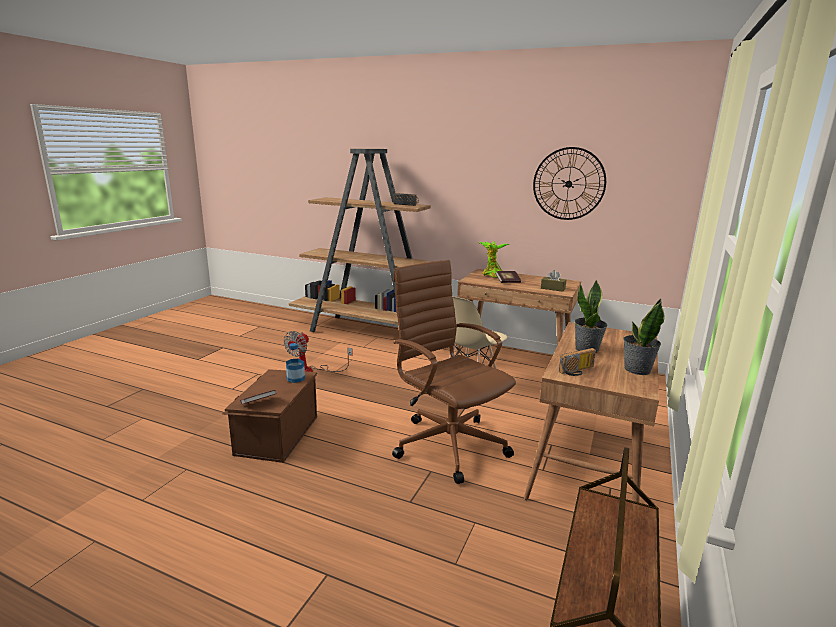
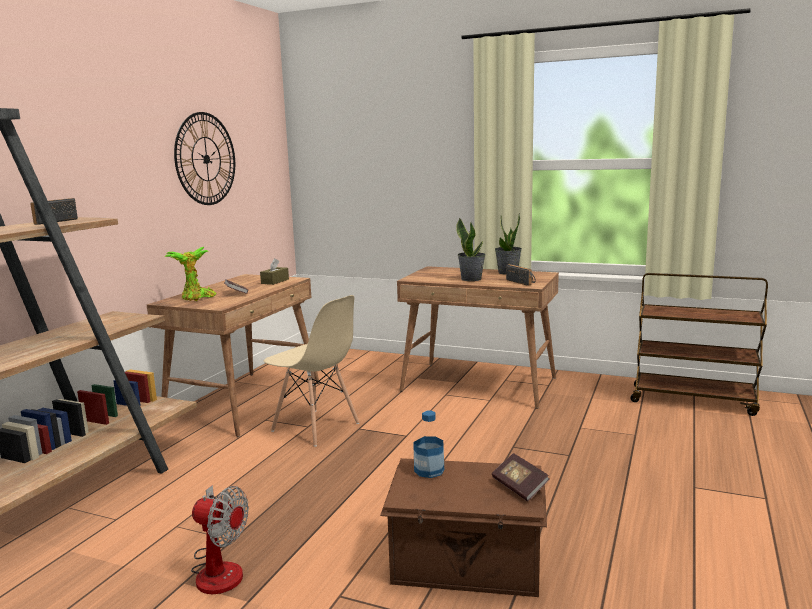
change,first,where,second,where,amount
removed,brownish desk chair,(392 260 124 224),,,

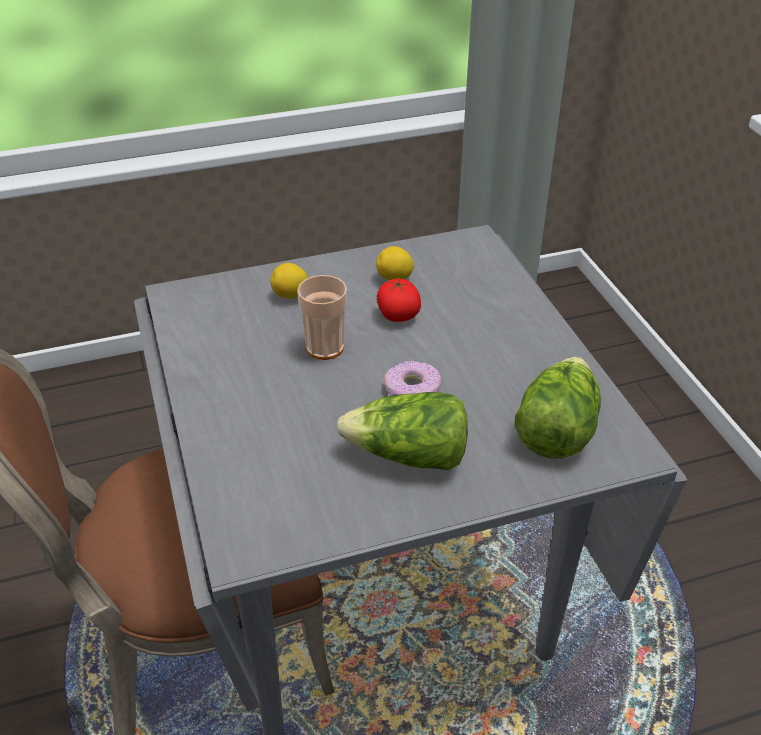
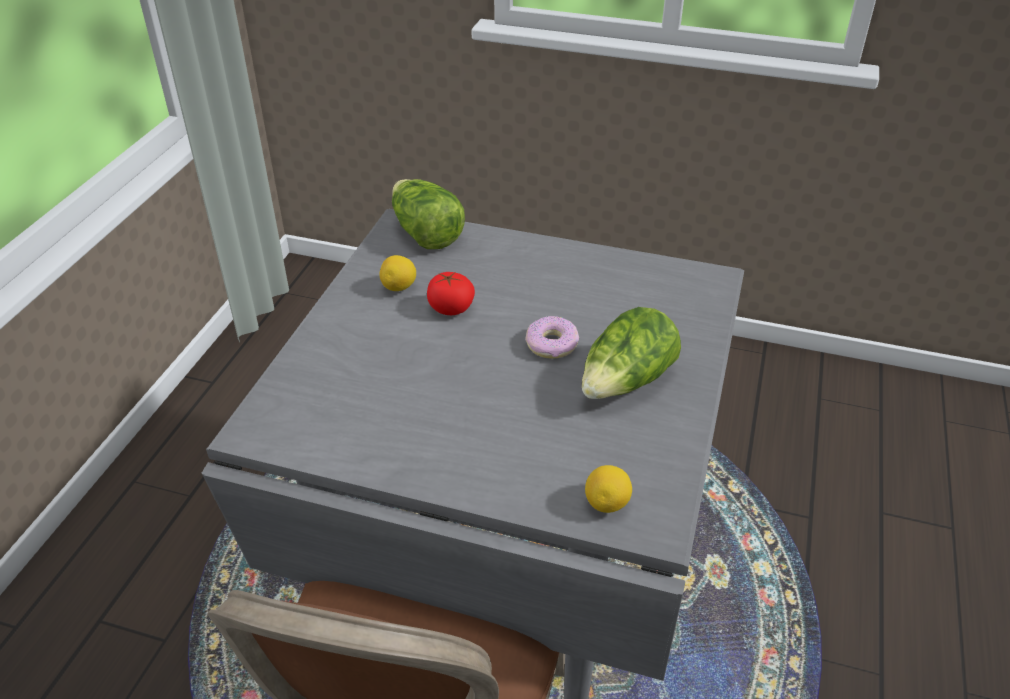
change,first,where,second,where,amount
moved,whole lemon,(270 263 38 36),,(585 465 47 48),
removed,cup,(297 275 50 85),,,
moved,lettuce,(514 357 87 102),,(392 179 73 70),

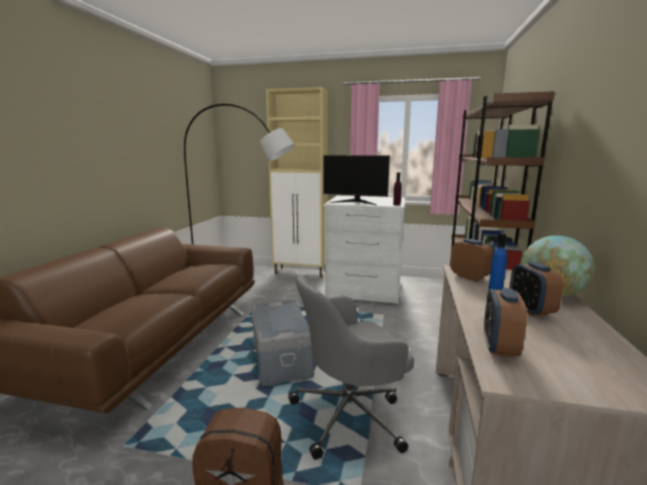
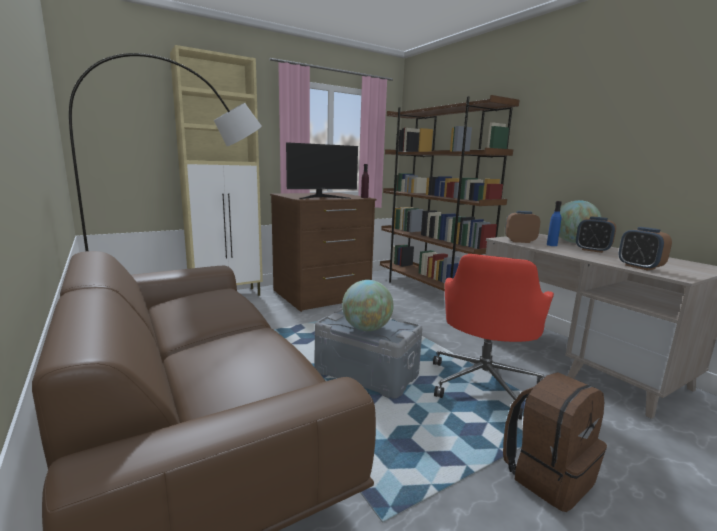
change,first,where,second,where,amount
recoloured,greyish desk chair,(288 274 126 186),red-coloured desk chair,(433 254 121 166),
recoloured,whitish chest of drawers,(323 196 82 108),brownish chest of drawers,(270 193 107 119),
added,,,globe,(342 280 52 51),

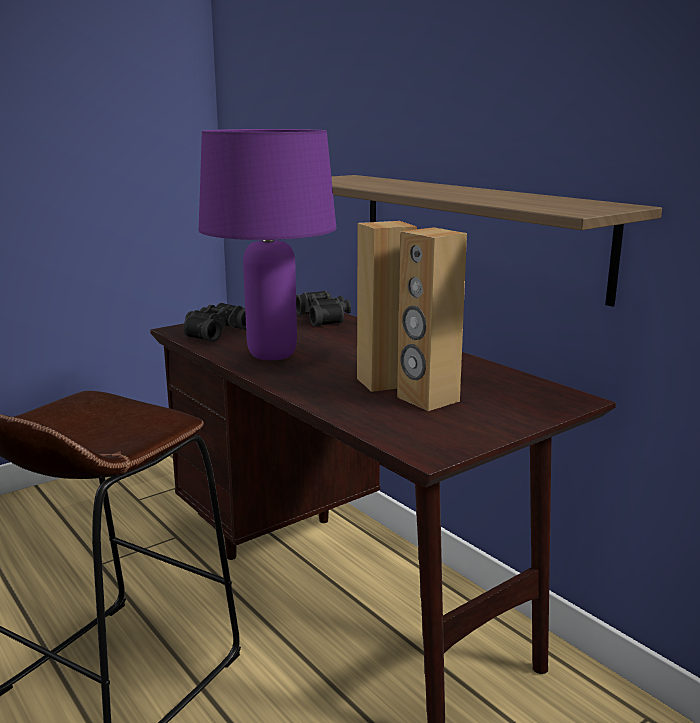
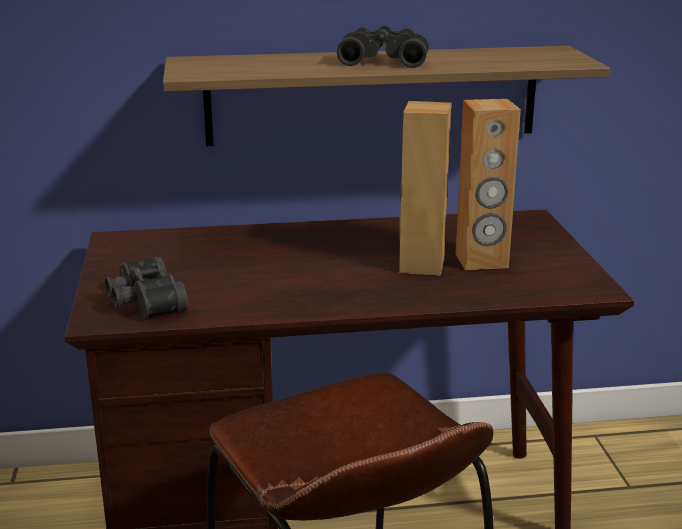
change,first,where,second,where,amount
removed,purple-coloured tabletop lamp,(198 129 139 231),,,
moved,black field glasses,(296 291 55 35),,(337 25 92 43),

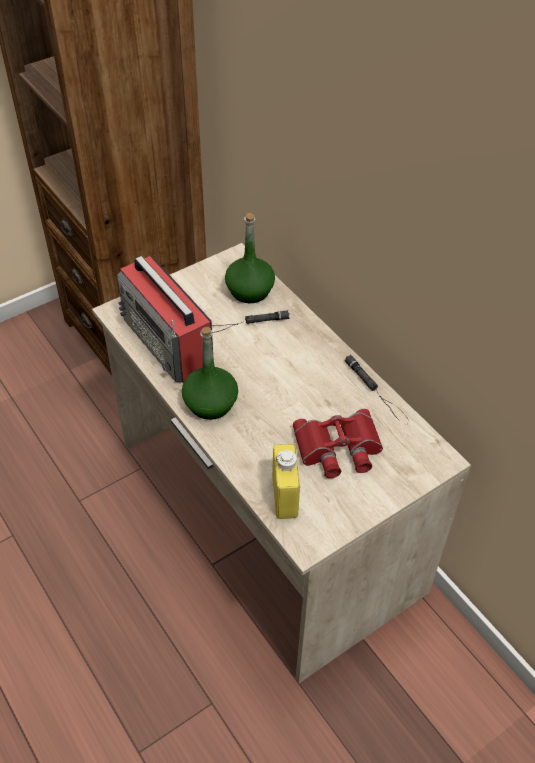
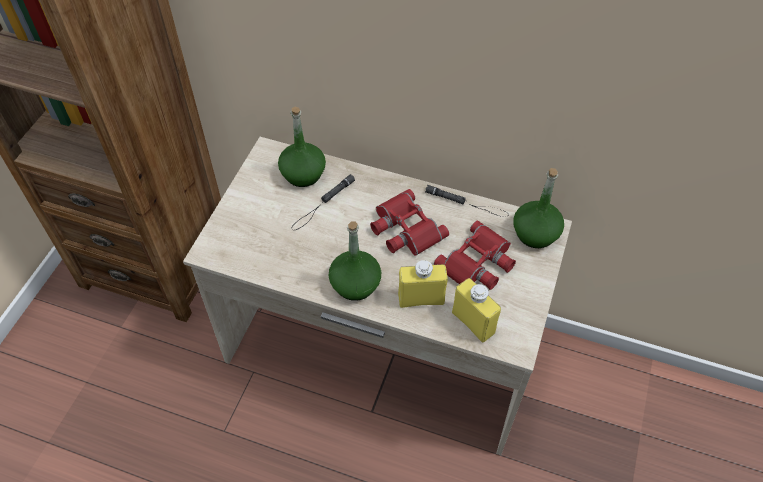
change,first,where,second,where,amount
removed,radio receiver,(117 256 96 127),,,
added,,,red-coloured field glasses,(370 189 79 67),
added,,,yellow beverage bottle,(398 260 50 48),
added,,,green-coloured beverage bottle,(513 168 51 80),

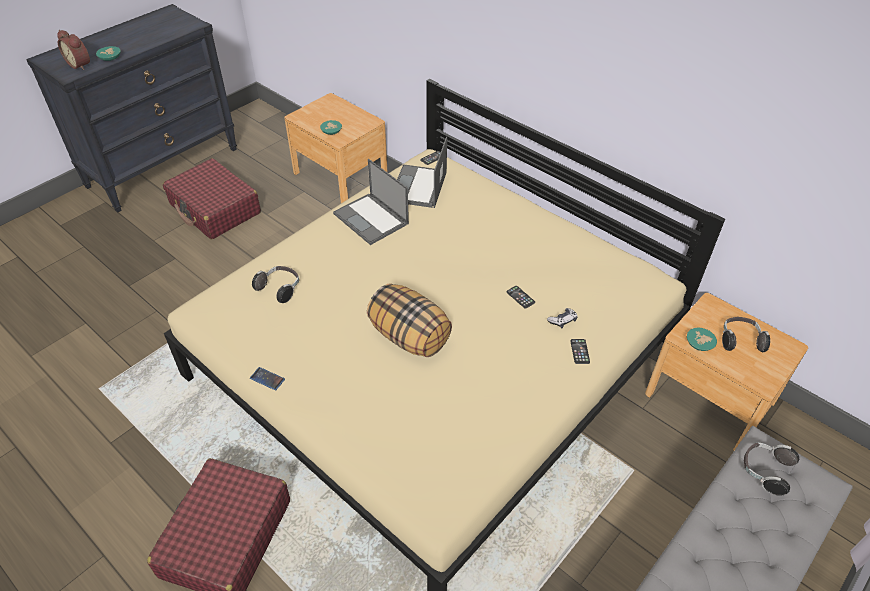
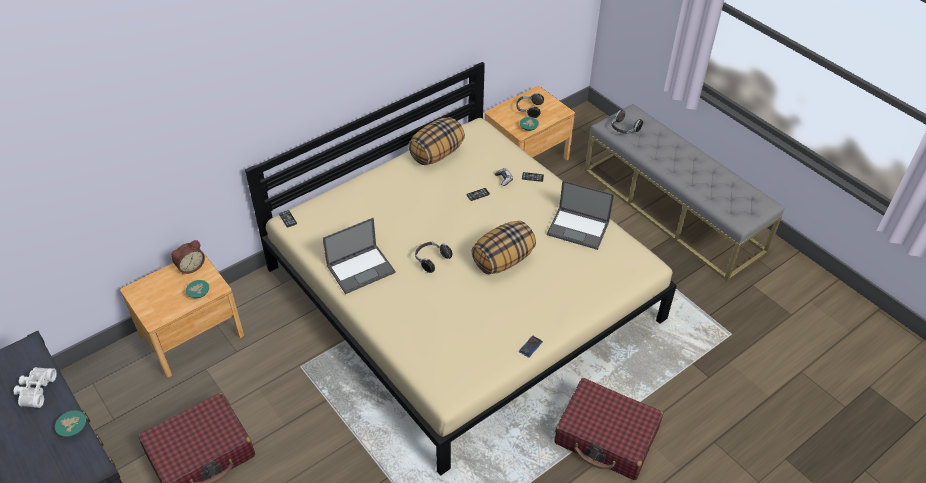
change,first,where,second,where,amount
moved,bedside clock,(57 30 33 40),,(171 240 34 34),
moved,headset,(252 266 47 37),,(415 242 37 31),
moved,notebook computer,(397 137 50 71),,(547 180 67 70),
added,,,whitish field glasses,(14 367 43 41),
added,,,pillow,(408 117 57 48),

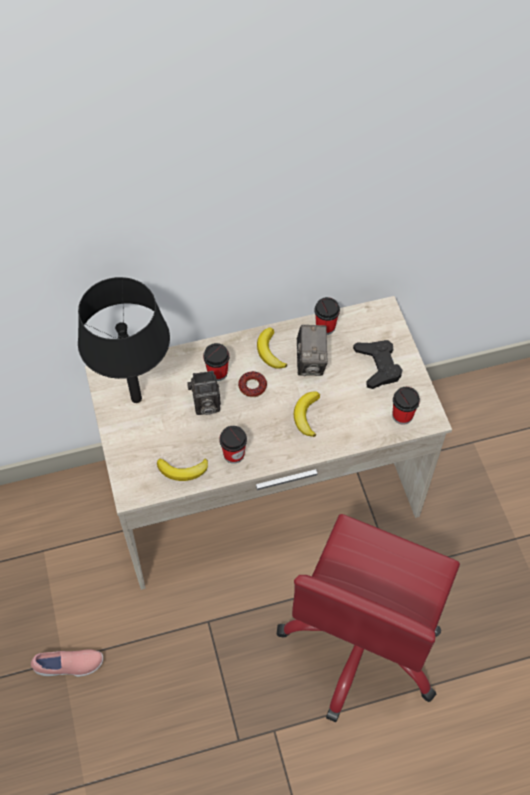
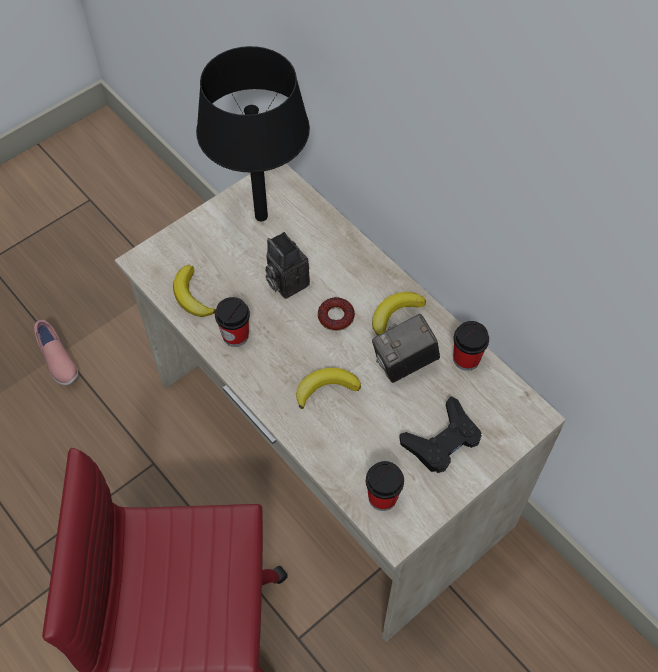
change,first,where,second,where,amount
removed,cup,(203 343 26 38),,,

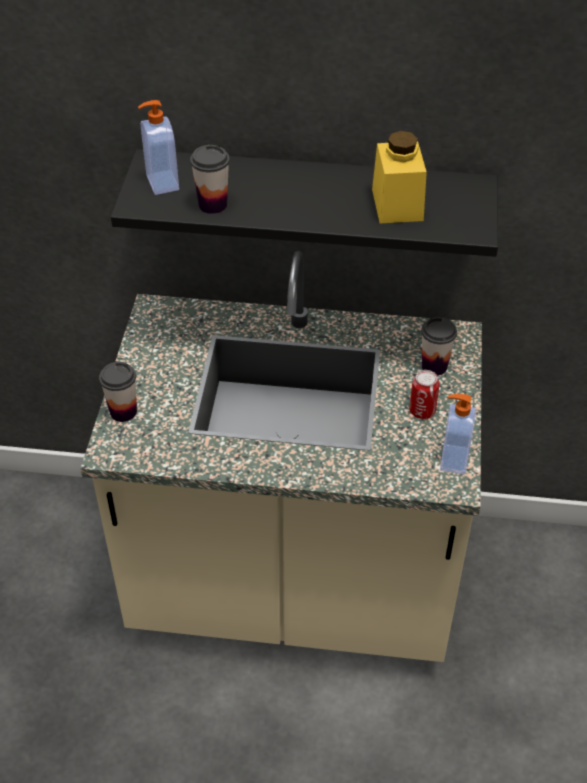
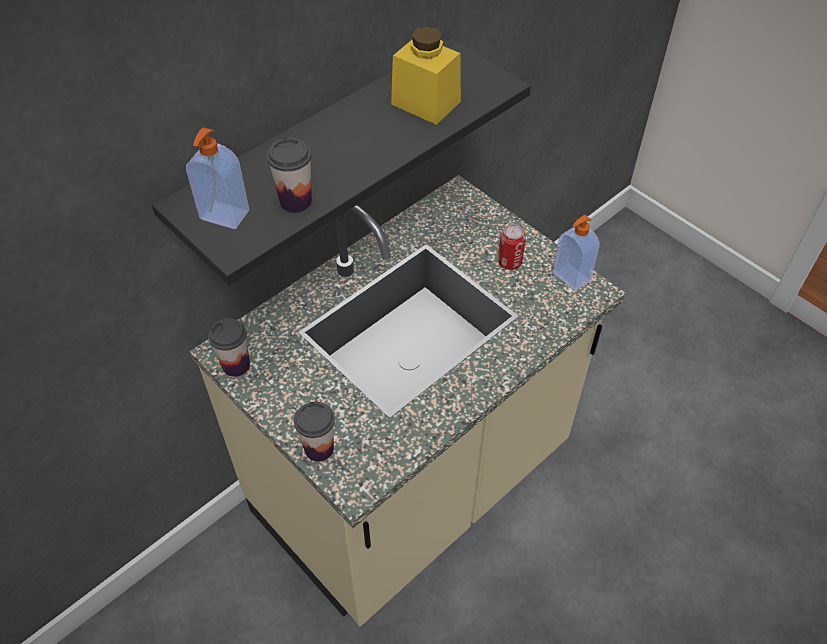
change,first,where,second,where,amount
moved,cup,(421 317 36 59),,(208 318 42 59),

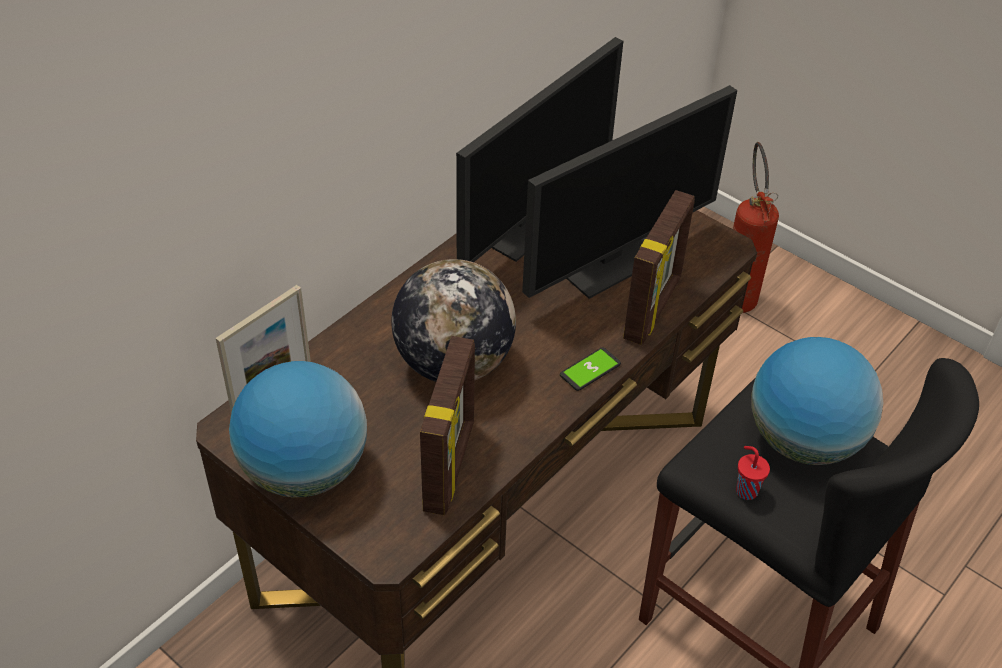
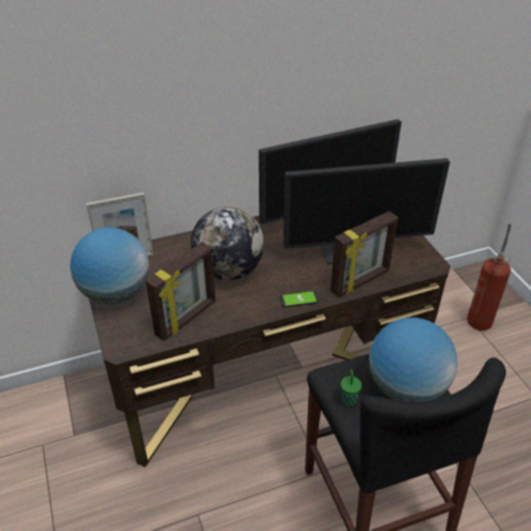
change,first,where,second,where,amount
recoloured,red-coloured cup,(736 446 34 54),green-coloured cup,(341 369 21 38),

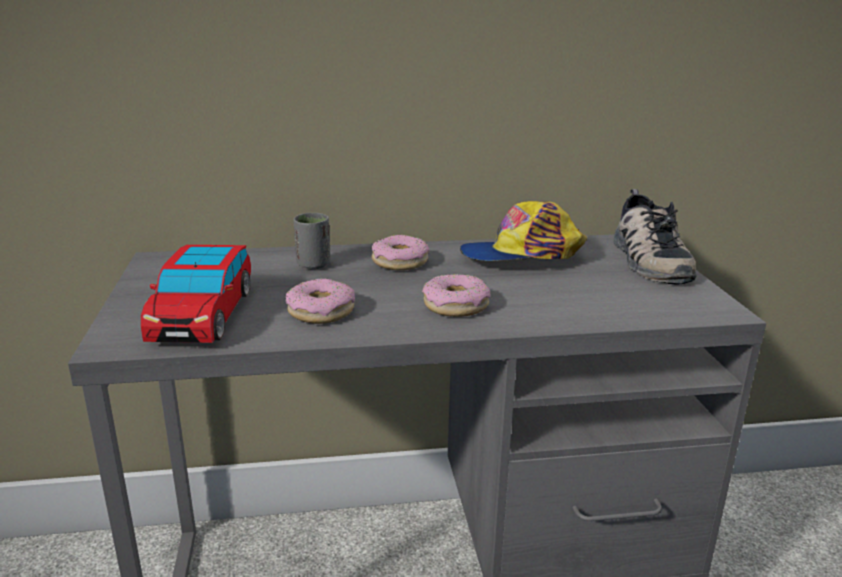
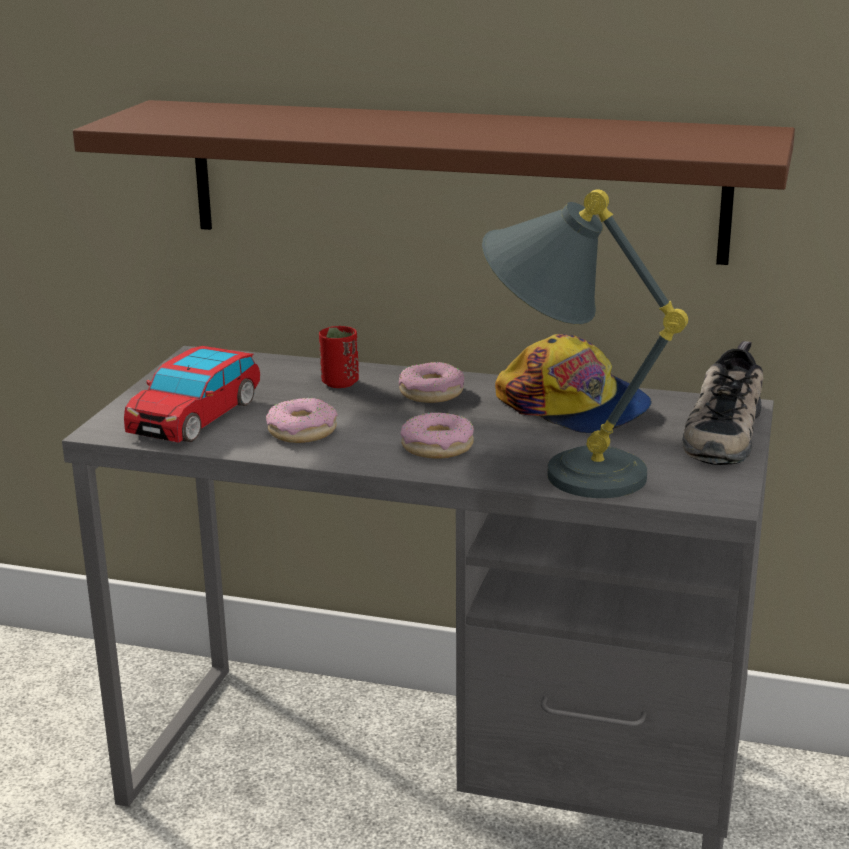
change,first,where,second,where,amount
recoloured,greyish cup,(293 213 38 56),red-coloured cup,(319 326 40 62),
turned,peaked cap,(460 201 127 60),,(495 334 157 99),150 degrees counterclockwise
added,,,brownish bracket shelf,(73 100 722 165),
added,,,greyish tabletop lamp,(482 189 206 309),

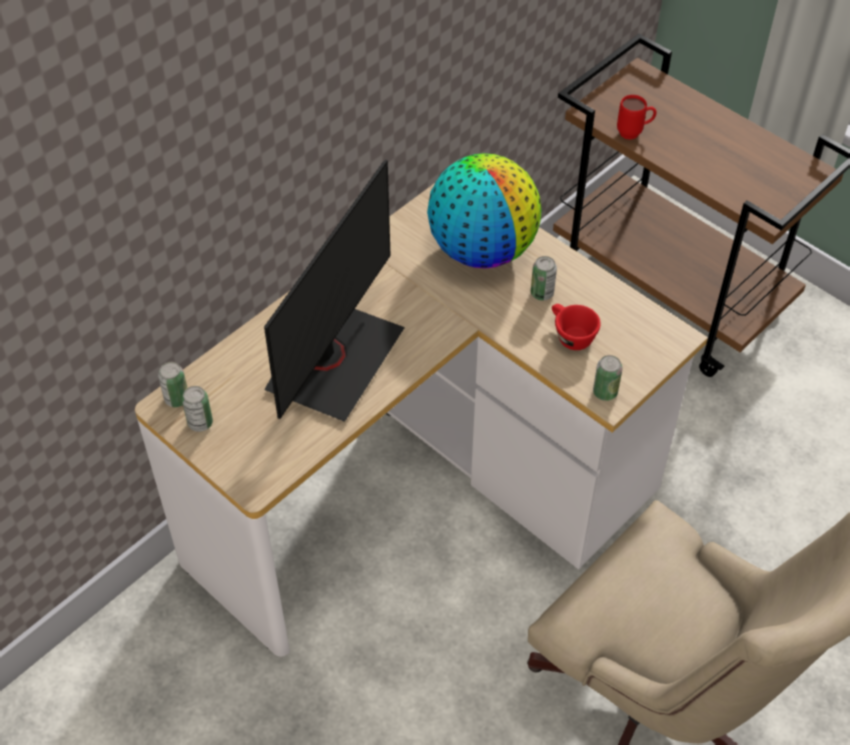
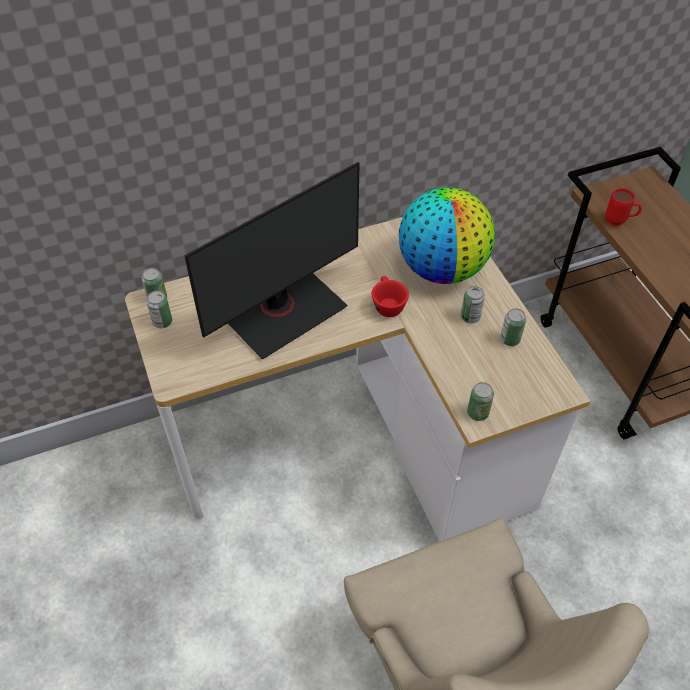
change,first,where,second,where,amount
moved,red-coloured cup,(552 304 49 46),,(372 276 37 41),
added,,,sealed can,(500 308 26 38),

